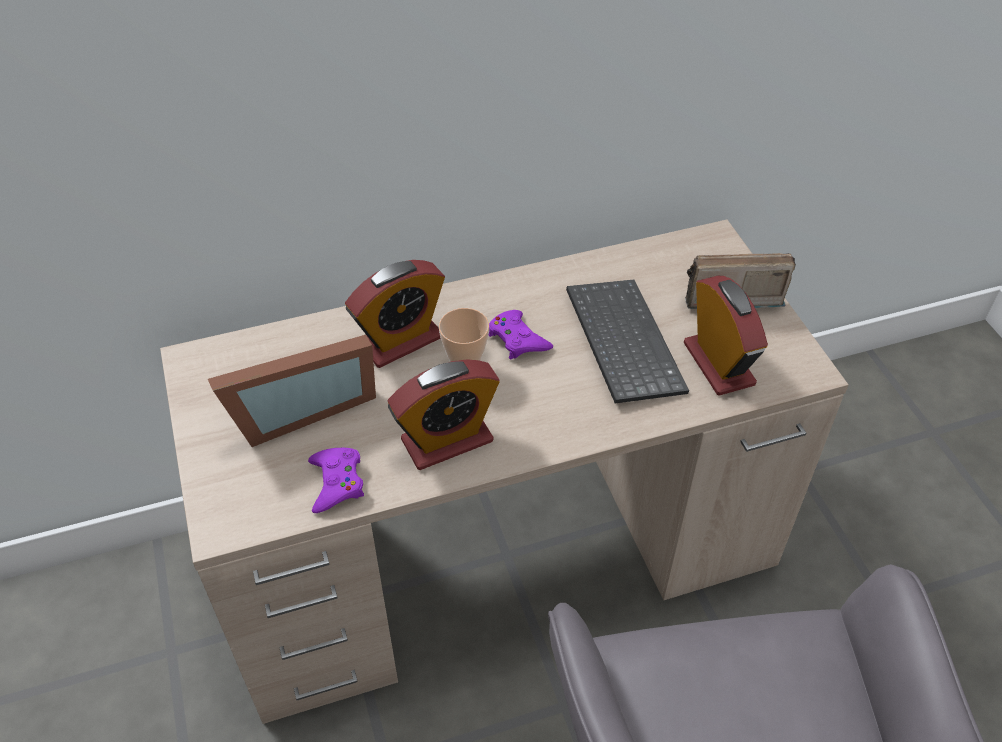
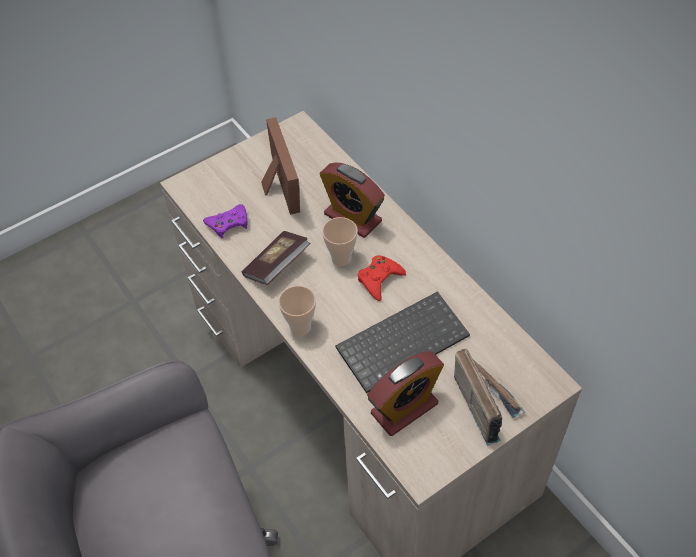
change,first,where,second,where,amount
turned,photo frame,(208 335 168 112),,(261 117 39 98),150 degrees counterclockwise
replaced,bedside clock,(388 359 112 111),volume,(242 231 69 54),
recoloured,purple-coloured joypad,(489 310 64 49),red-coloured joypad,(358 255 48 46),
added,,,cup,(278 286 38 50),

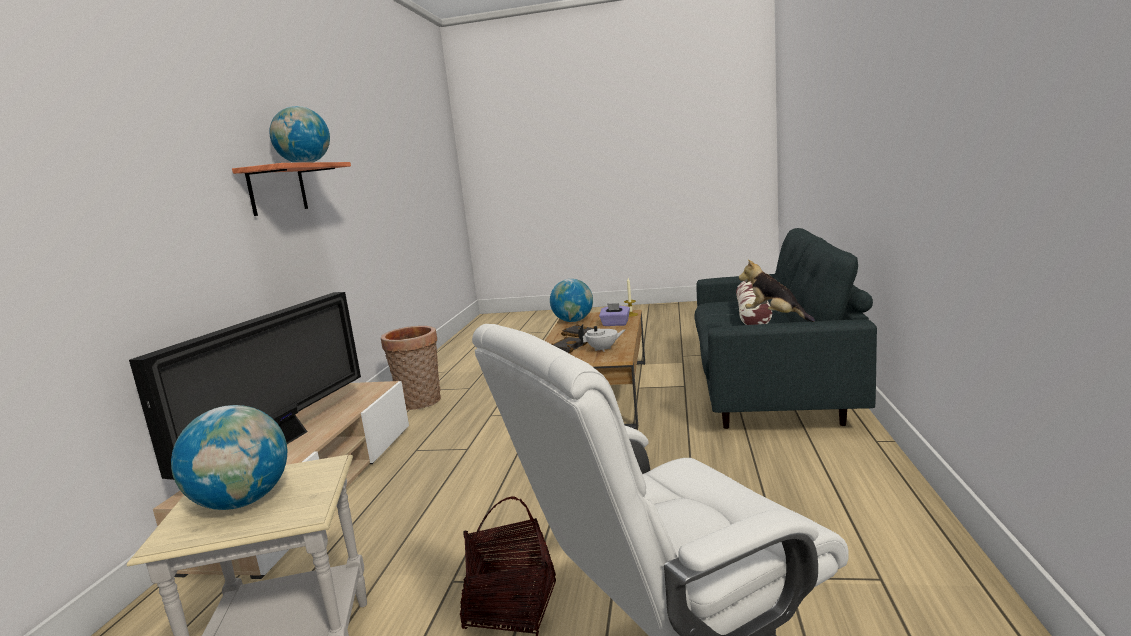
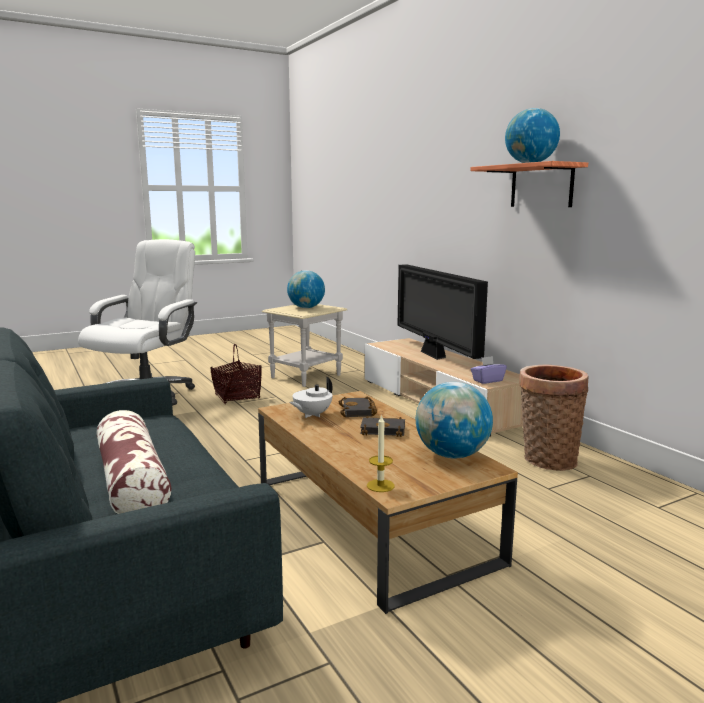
change,first,where,second,where,amount
moved,purple-coloured tissue box,(599 303 31 23),,(471 356 36 28),
removed,cuddly toy,(739 259 76 63),,,

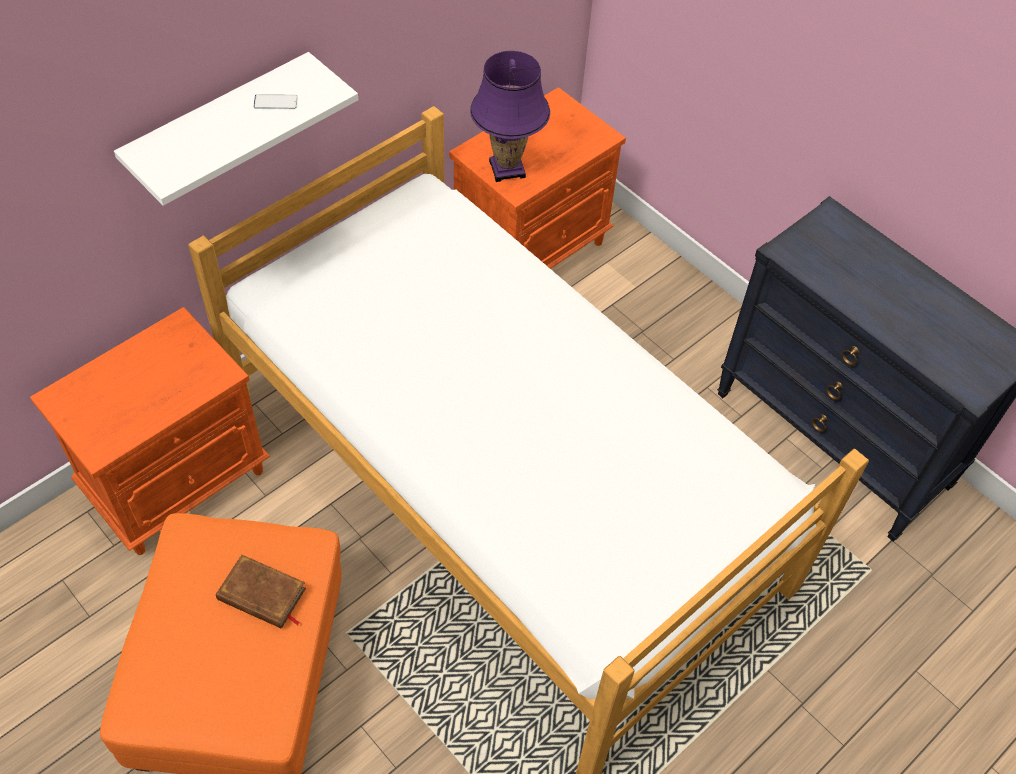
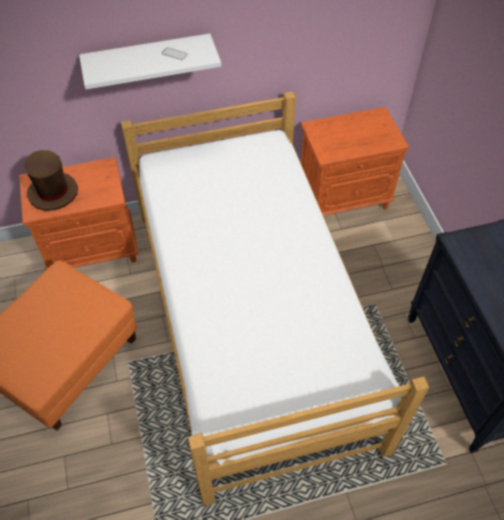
change,first,where,second,where,amount
removed,brownish volume,(216 555 90 73),,,
removed,purple-coloured tabletop lamp,(470 51 80 131),,,
added,,,brownish wearable hat,(24 150 54 61),

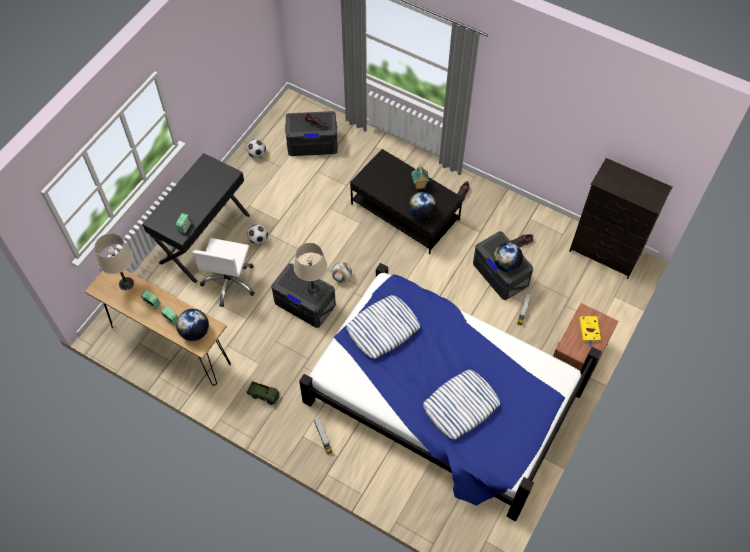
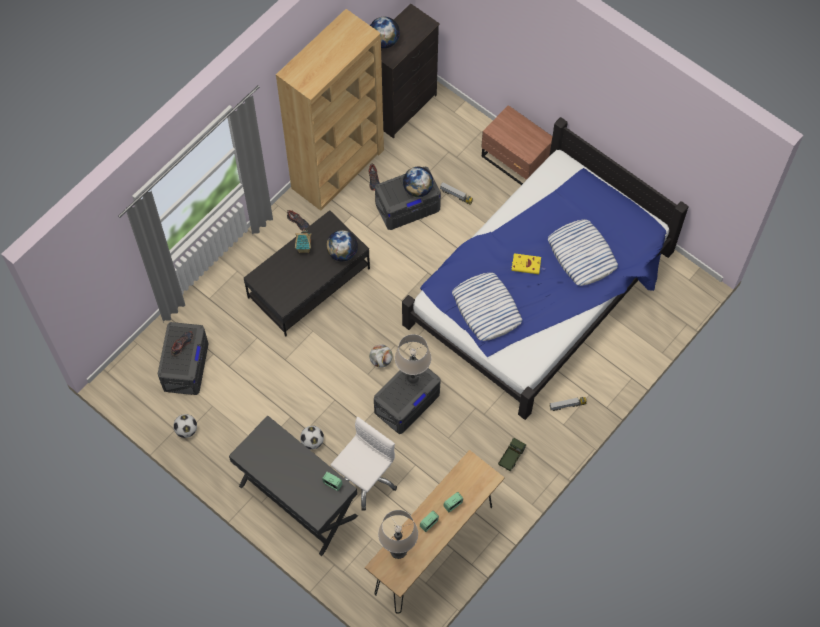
change,first,where,second,where,amount
moved,globe,(176 309 33 32),,(370 17 30 31),
turned,whitish desk chair,(193 238 62 69),,(331 417 66 94),75 degrees counterclockwise
moved,yellow volume,(579 316 22 31),,(511 253 34 21),
added,,,brownish shelving unit,(276 9 108 202),

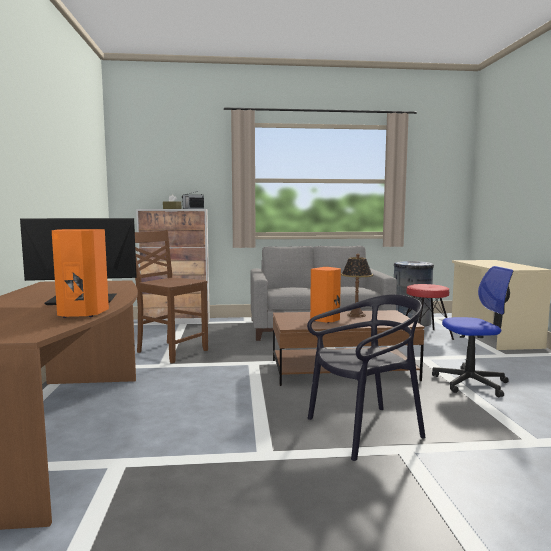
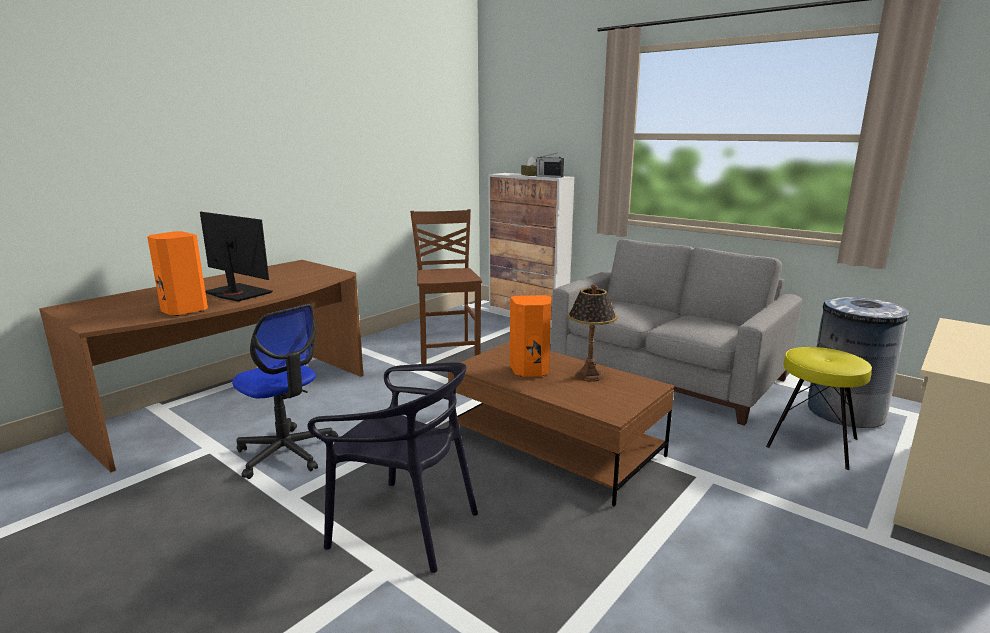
change,first,where,second,where,amount
recoloured,red-coloured stool seat,(406 284 48 56),yellow stool seat,(766 347 106 123),
moved,desk chair,(432 266 81 131),,(232 304 106 175),

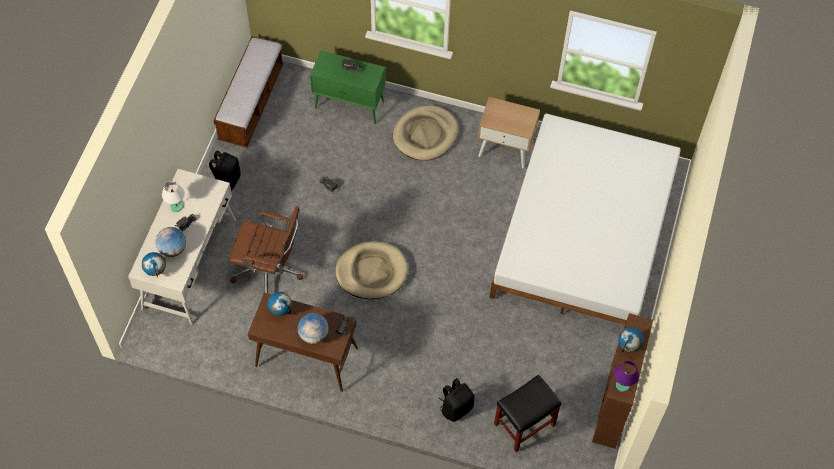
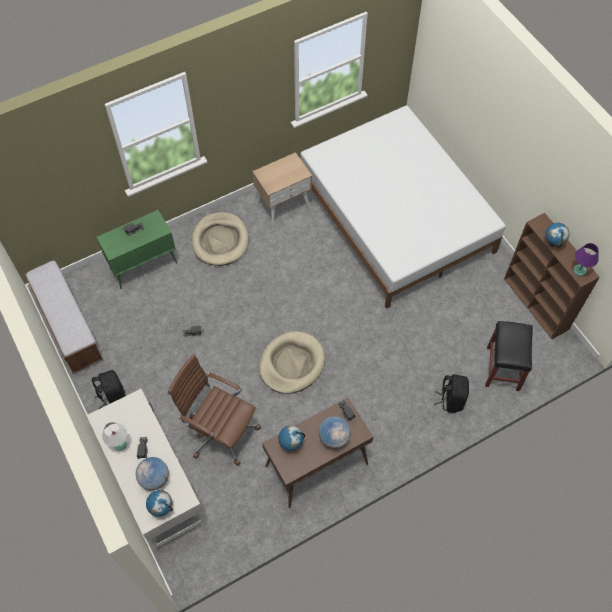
change,first,where,second,where,amount
turned,brownish desk chair,(229 206 74 87),,(168 354 93 112),120 degrees counterclockwise

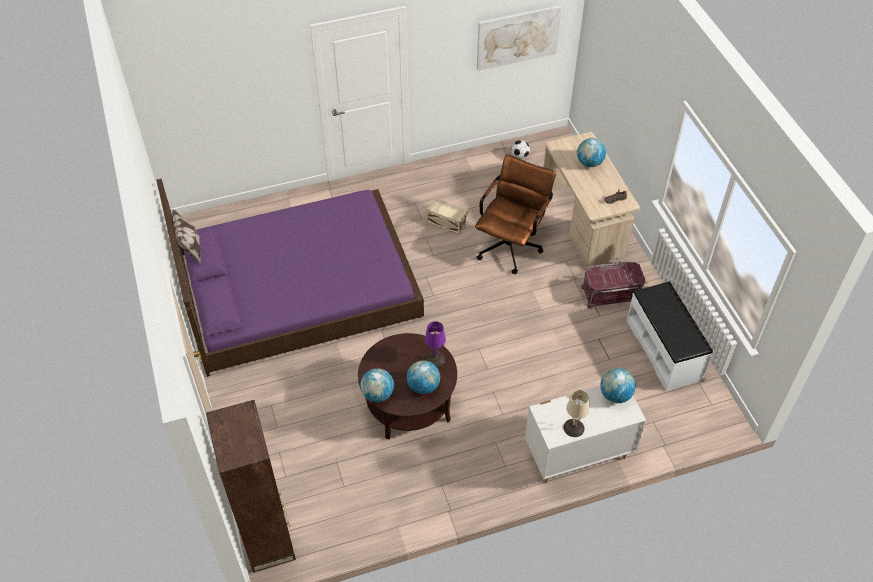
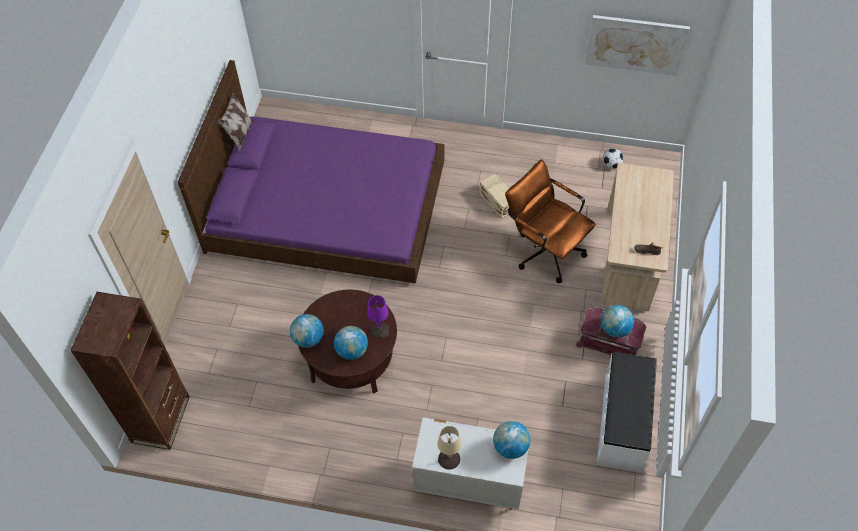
change,first,where,second,where,amount
turned,brownish desk chair,(475 155 81 119),,(505 159 91 124),105 degrees counterclockwise
moved,globe,(577 138 29 29),,(601 305 33 33),

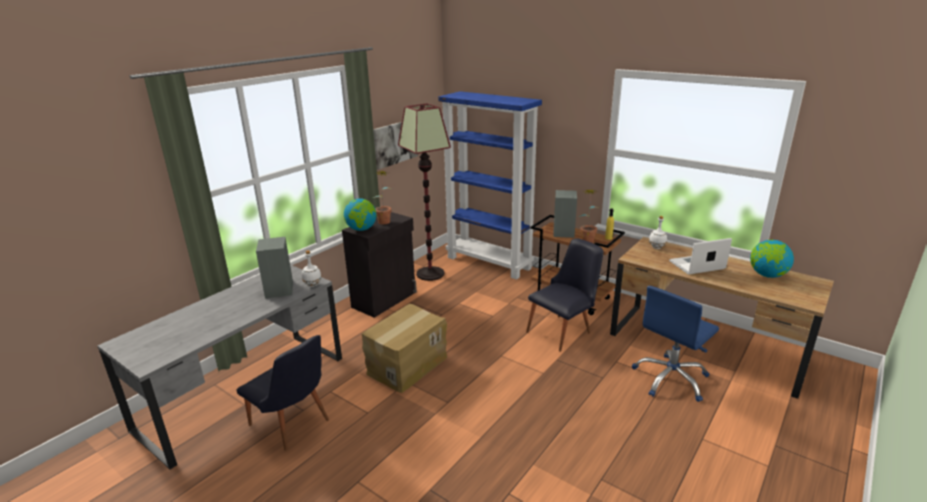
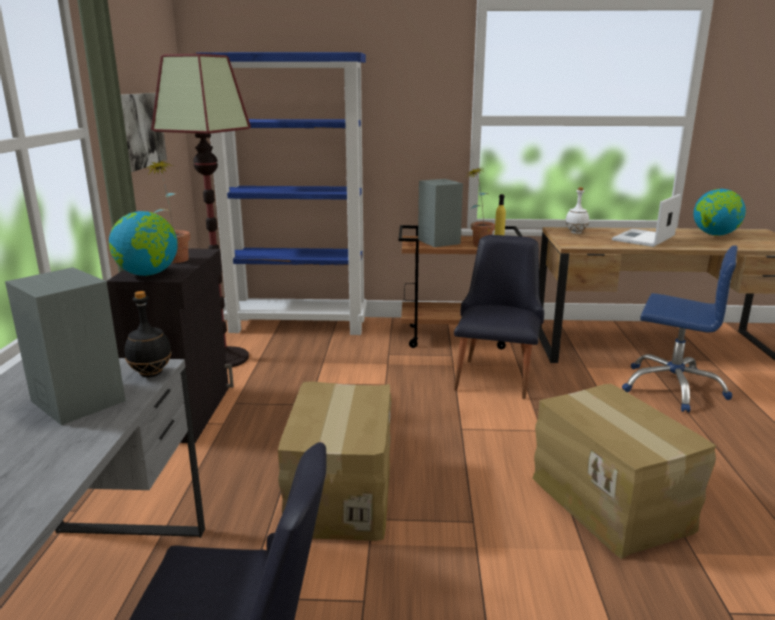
change,first,where,second,where,amount
recoloured,whitish beverage bottle,(302 250 19 37),black beverage bottle,(125 291 47 86),
turned,bluish desk chair,(632 286 87 116),,(622 245 116 167),75 degrees counterclockwise
added,,,packing box,(532 384 184 175),

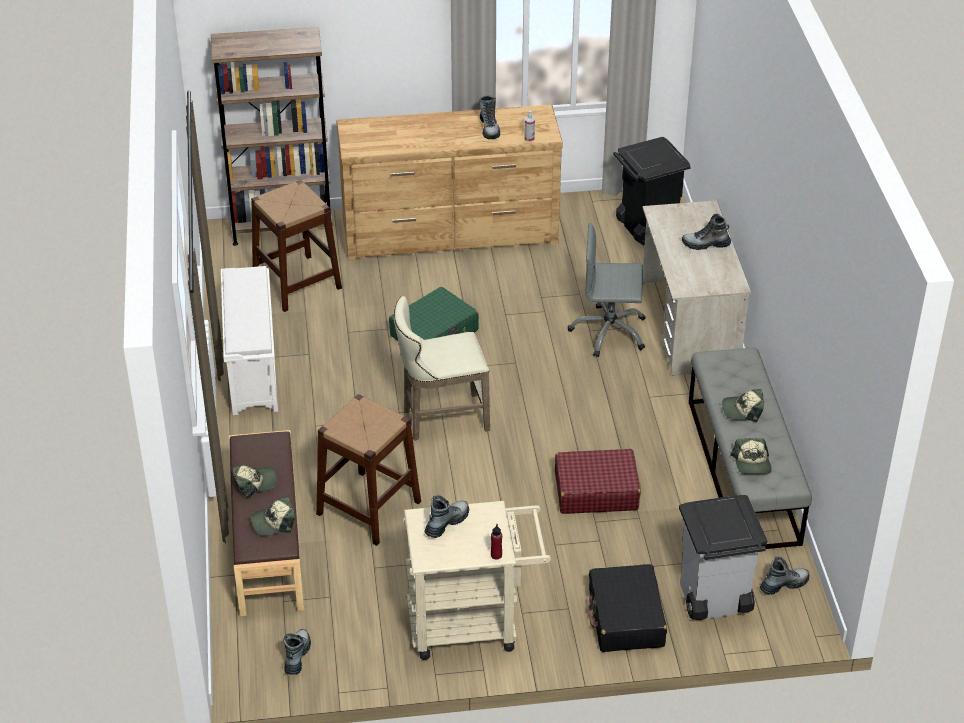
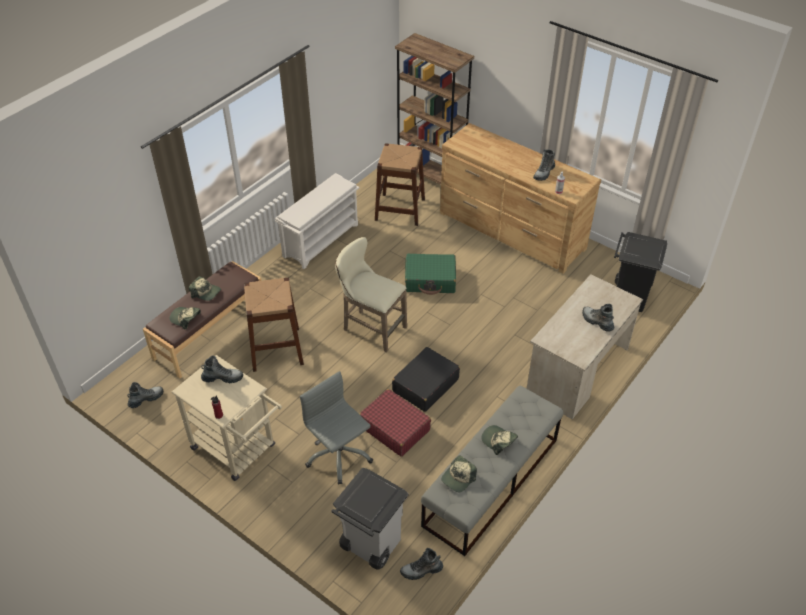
change,first,where,second,where,amount
moved,greyish desk chair,(568 223 78 134),,(300 371 73 113),
moved,black travel case,(589 564 78 88),,(392 347 68 65),
turned,boot,(760 556 49 39),,(400 548 43 32),150 degrees clockwise

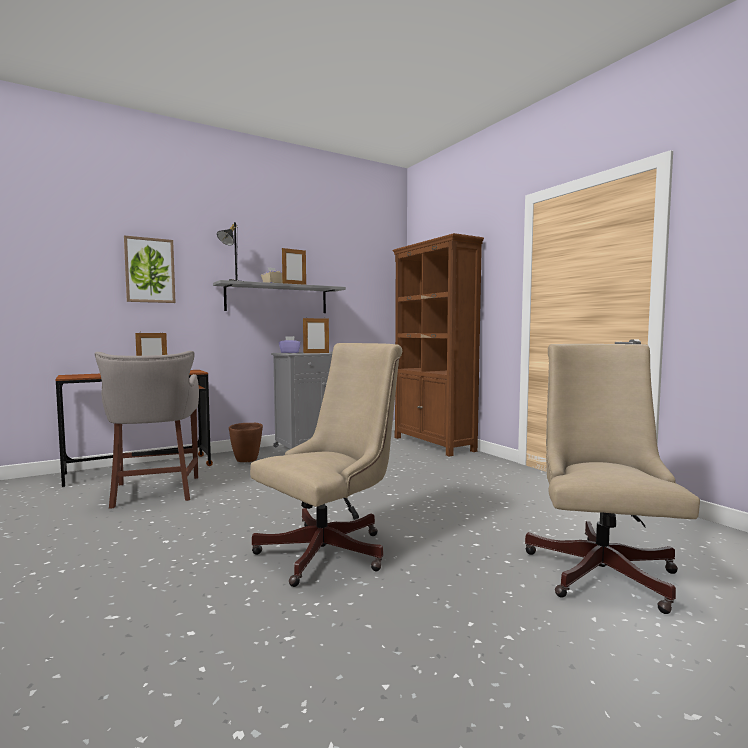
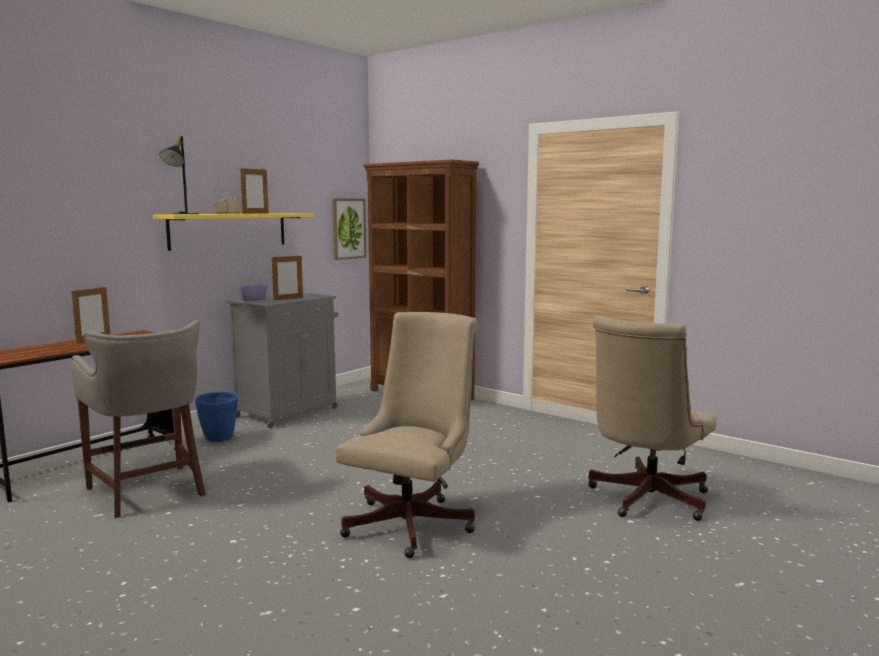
change,first,where,second,where,amount
moved,wall art,(124 235 52 68),,(332 198 34 62),
recoloured,greyish bracket shelf,(213 280 133 33),yellow bracket shelf,(153 213 161 38),
recoloured,brownish planter,(229 423 34 39),bluish planter,(195 391 43 51),
turned,sand-coloured desk chair,(525 344 175 270),,(588 315 128 206),135 degrees counterclockwise

